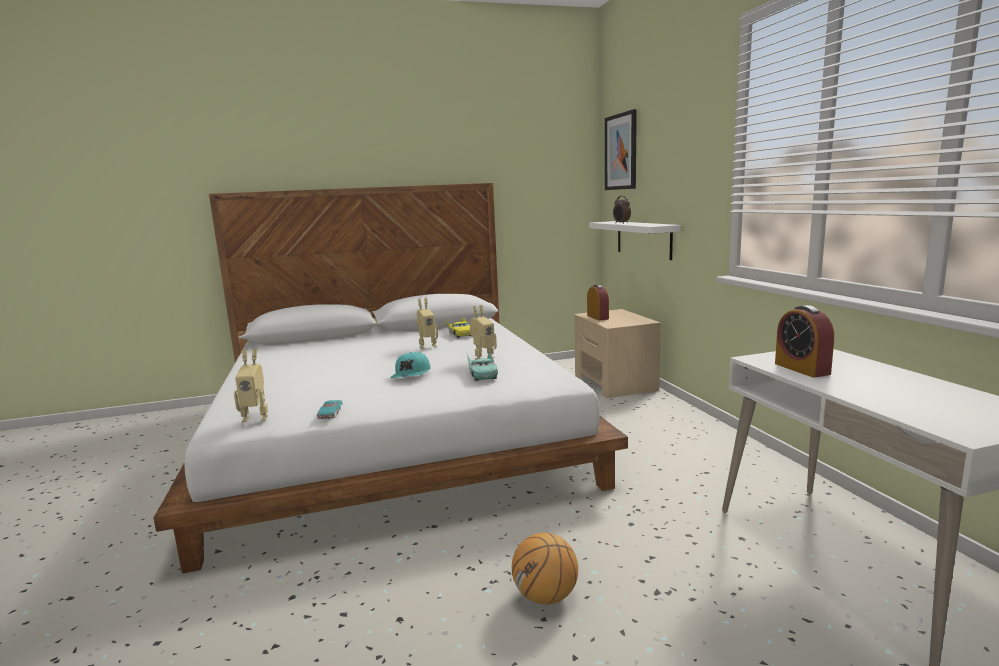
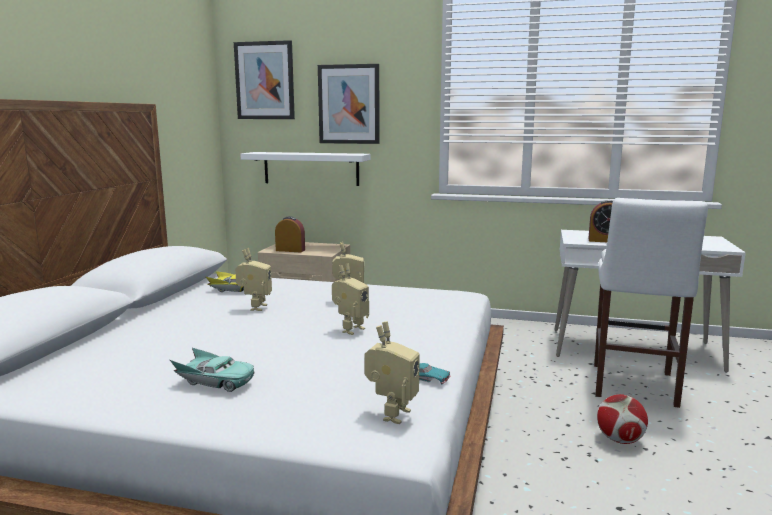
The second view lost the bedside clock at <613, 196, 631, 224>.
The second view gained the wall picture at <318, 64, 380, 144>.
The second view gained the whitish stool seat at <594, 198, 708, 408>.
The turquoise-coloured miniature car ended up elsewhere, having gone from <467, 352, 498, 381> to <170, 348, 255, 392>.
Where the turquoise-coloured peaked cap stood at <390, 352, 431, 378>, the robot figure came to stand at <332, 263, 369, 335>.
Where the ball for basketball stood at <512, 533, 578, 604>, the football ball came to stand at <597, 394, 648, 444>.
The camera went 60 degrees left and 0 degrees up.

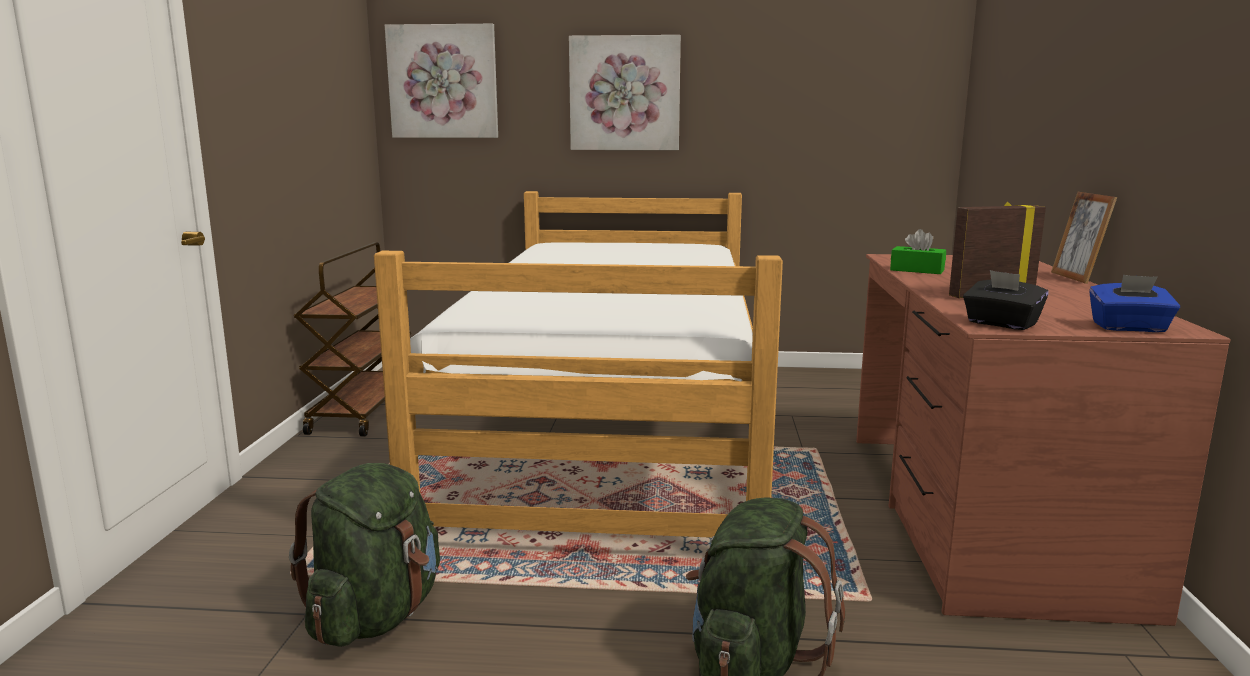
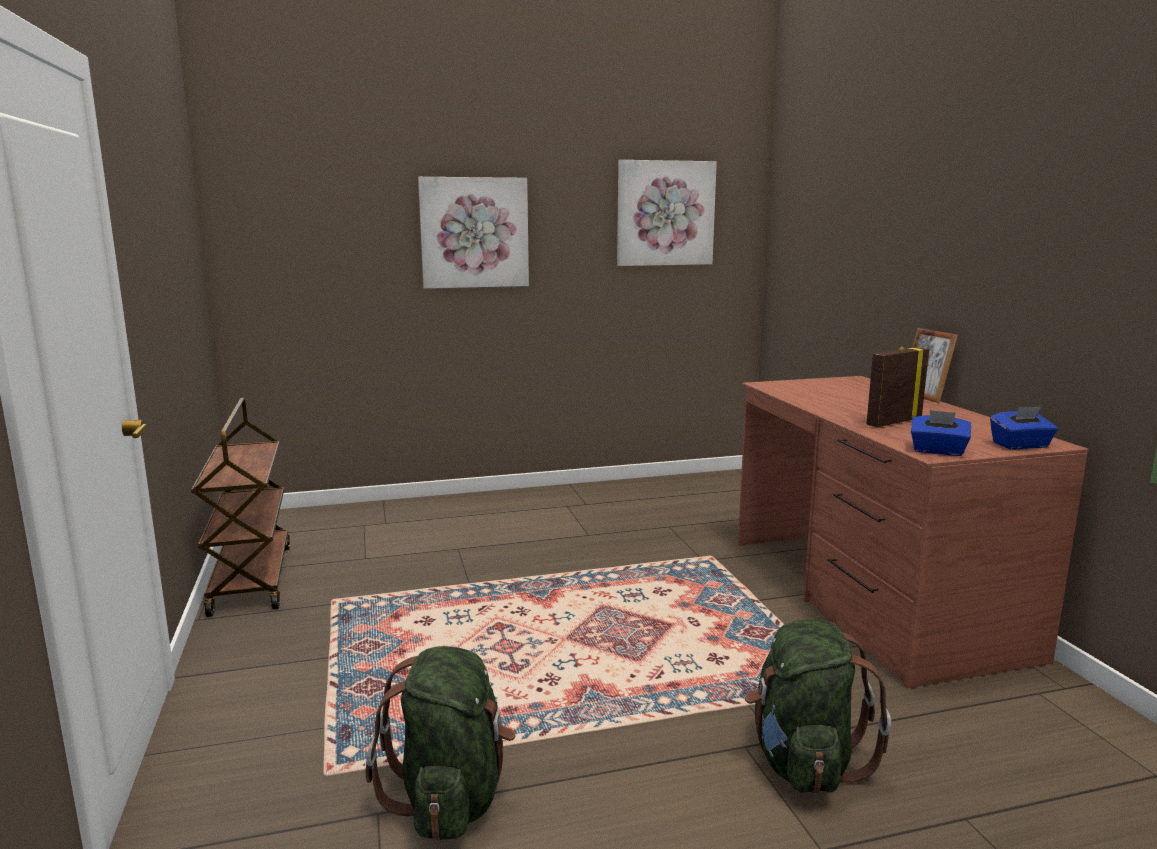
The second view lost the sleeping bed at <374, 191, 783, 538>.
The second view lost the green-coloured tissue box at <890, 229, 946, 274>.
The wall picture ended up elsewhere, having gone from <385, 24, 498, 138> to <617, 160, 717, 266>.
What was the black-coloured tissue box at <963, 270, 1049, 330> turned into the blue tissue box at <911, 410, 971, 456>.
The camera went 20 degrees left and 0 degrees up.

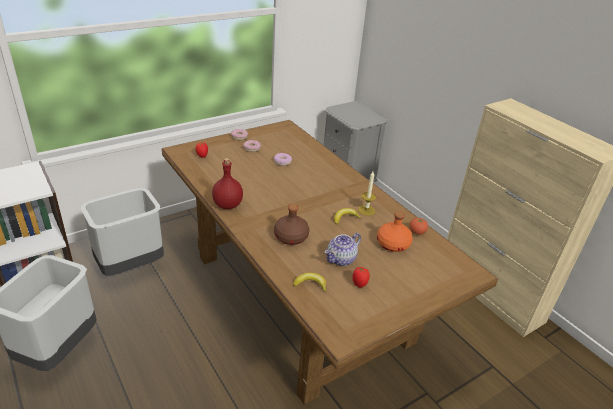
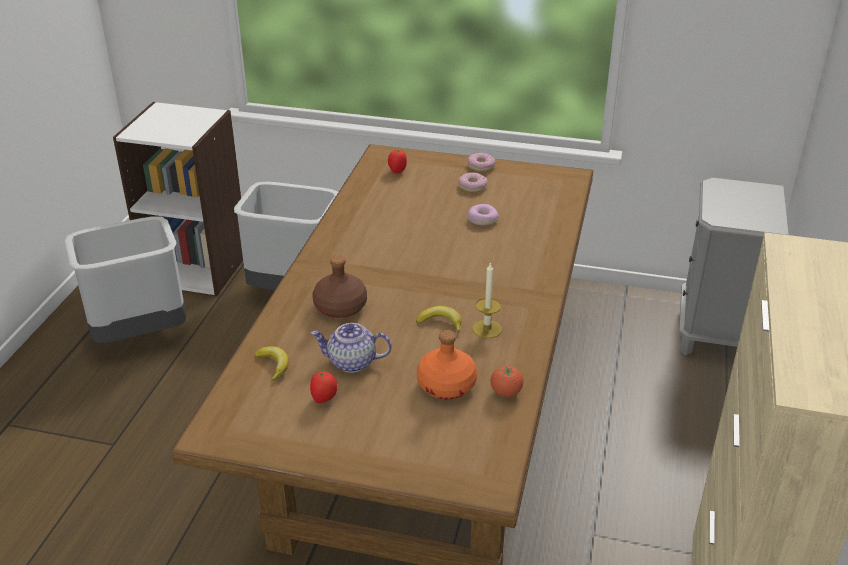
The second view lost the red beverage bottle at <212, 158, 243, 209>.
The camera went 50 degrees right and 0 degrees up.

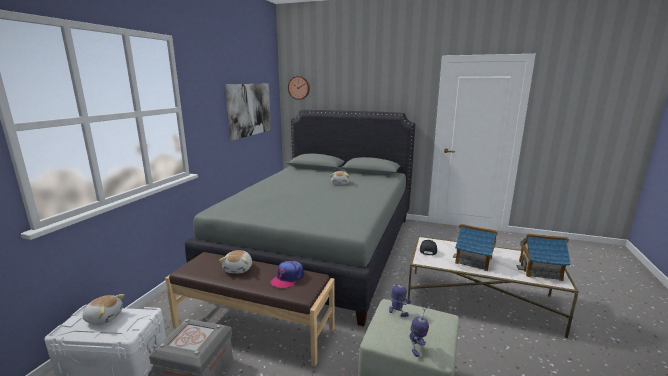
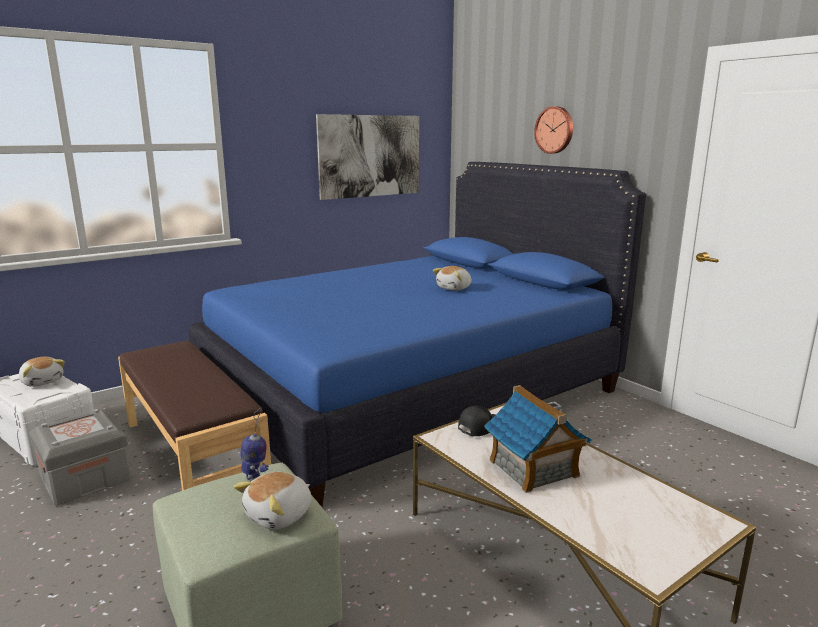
The second view lost the peaked cap at <270, 261, 304, 288>.
The second view lost the robot figure at <410, 303, 430, 357>.
The second view lost the miniature house at <517, 233, 571, 281>.
The plush toy ended up elsewhere, having gone from <219, 250, 252, 273> to <234, 472, 312, 530>.
The clock on the wall ended up elsewhere, having gone from <288, 76, 310, 100> to <534, 106, 573, 154>.
What was the gray sleeping bed at <185, 110, 415, 326> turned into the blue sleeping bed at <189, 162, 646, 507>.
The camera went 35 degrees right and 0 degrees up.

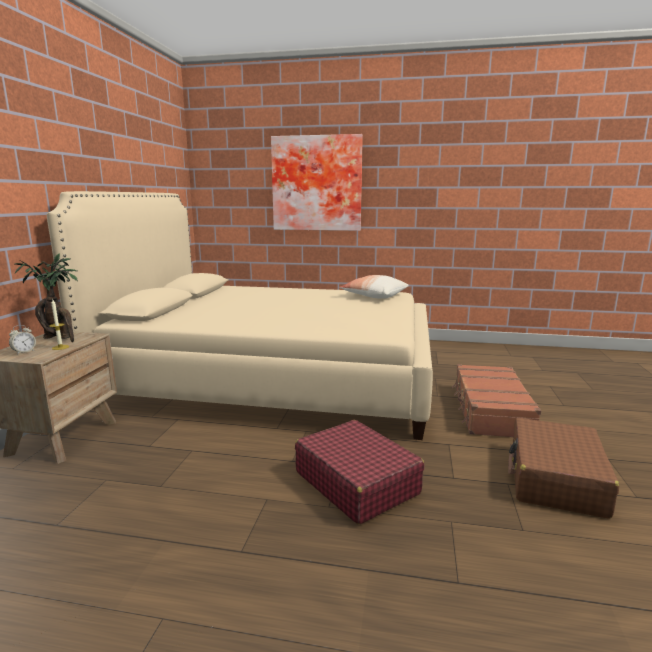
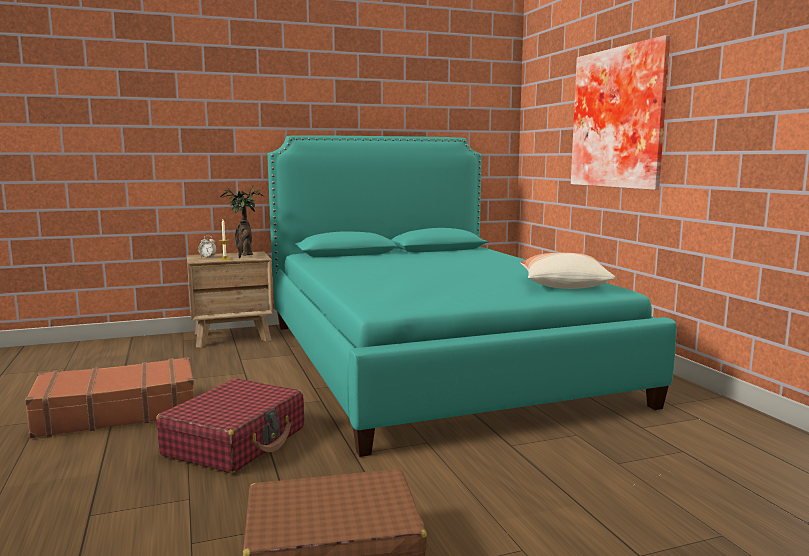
The brownish travel case ended up elsewhere, having gone from <452, 364, 542, 437> to <25, 357, 194, 438>.
What was the sand-coloured sleeping bed at <47, 191, 433, 440> turned into the turquoise-coloured sleeping bed at <267, 135, 677, 457>.
The camera went 60 degrees right and 5 degrees down.

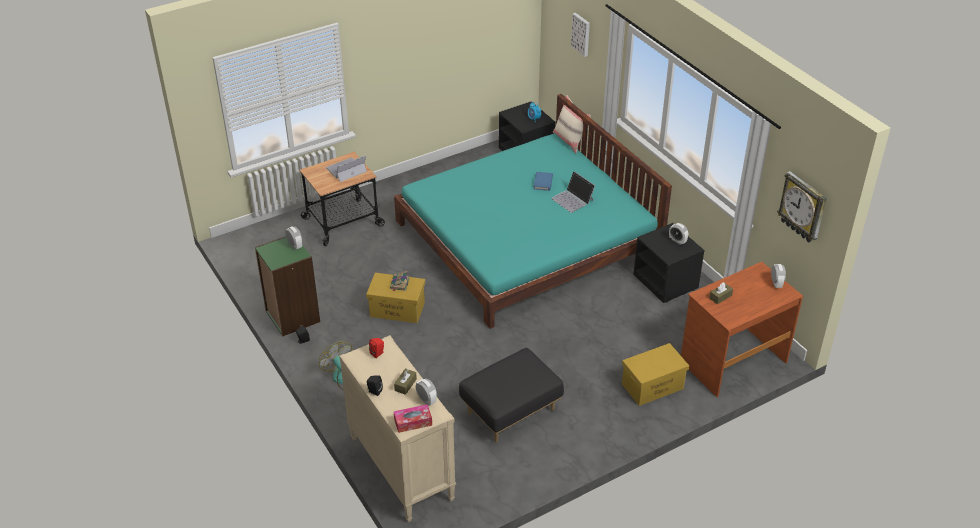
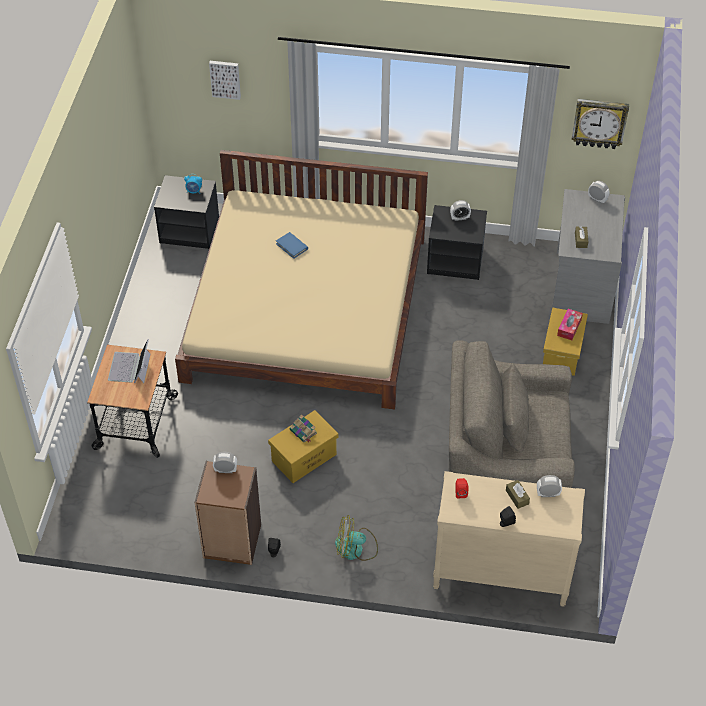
The second view lost the notebook computer at <551, 171, 595, 213>.
The second view lost the sand-coloured throw pillow at <553, 95, 591, 153>.
The tissue box ended up elsewhere, having gone from <394, 404, 432, 433> to <557, 309, 583, 340>.
Where the black-coloured ottoman stood at <459, 348, 564, 443>, the gray lounge chair came to stand at <449, 340, 575, 488>.
What was the green-coloured bookshelf at <255, 236, 320, 337> turned into the brownish bookshelf at <194, 461, 261, 565>.
What was the turquoise-coloured sleeping bed at <394, 94, 672, 329> turned into the sand-coloured sleeping bed at <175, 150, 428, 410>.
What was the brownish desk unit at <681, 262, 803, 397> turned into the gray desk unit at <552, 189, 625, 324>.
The camera went 50 degrees left and 10 degrees up.

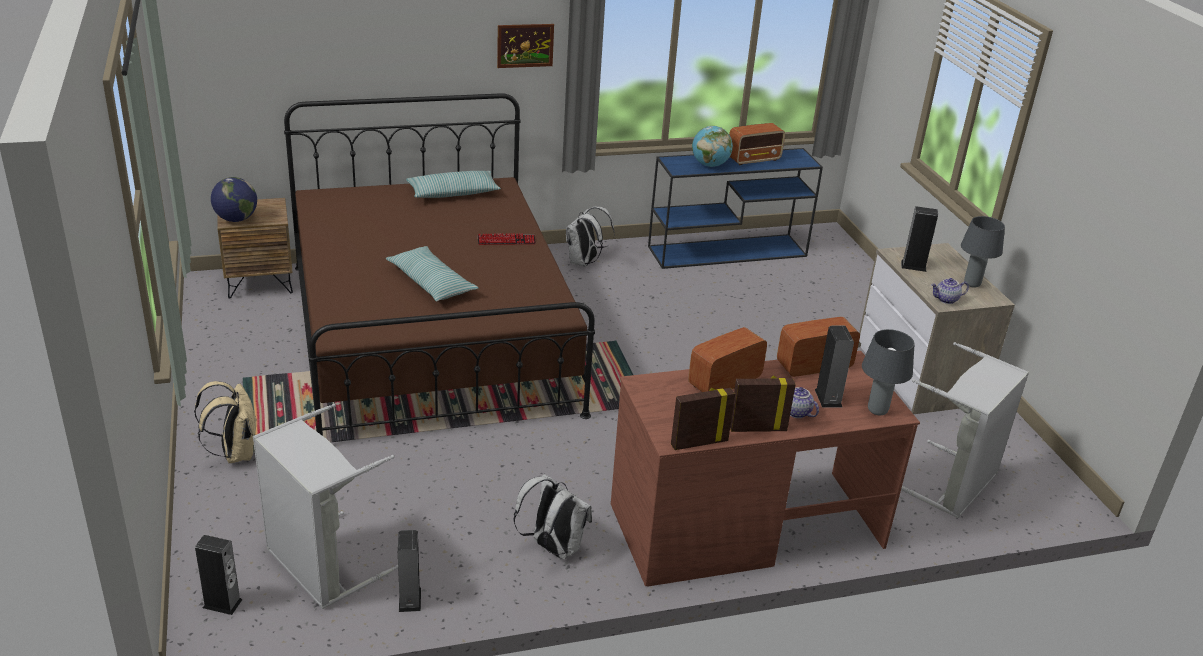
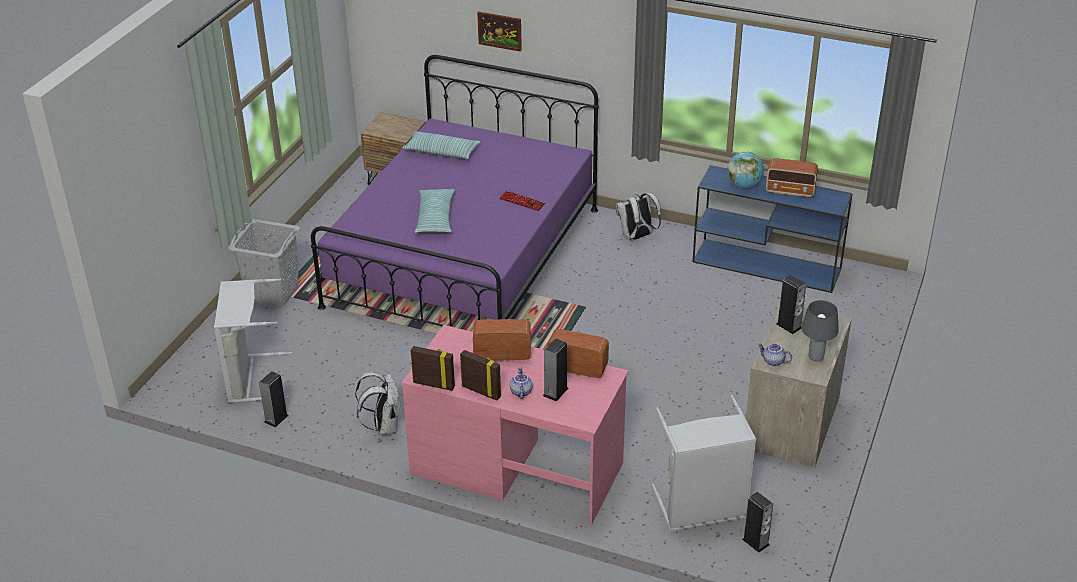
The second view lost the desk globe at <211, 177, 257, 222>.
The second view lost the gray table lamp at <862, 329, 914, 415>.
The loudspeaker ended up elsewhere, having gone from <195, 535, 242, 615> to <742, 492, 773, 552>.
The throw pillow ended up elsewhere, having gone from <406, 171, 501, 198> to <402, 131, 480, 159>.
The wall picture ended up elsewhere, having gone from <497, 24, 554, 68> to <477, 11, 522, 52>.
Where the sand-coloured knapsack stood at <194, 381, 257, 463>, the gray washing basket came to stand at <228, 219, 300, 307>.
What was the brownish sleeping bed at <284, 93, 595, 436> turned into the purplish sleeping bed at <311, 55, 599, 327>.
What was the brownish desk unit at <611, 351, 920, 587> turned into the pink desk unit at <402, 325, 629, 525>.
The camera went 40 degrees right and 5 degrees up.

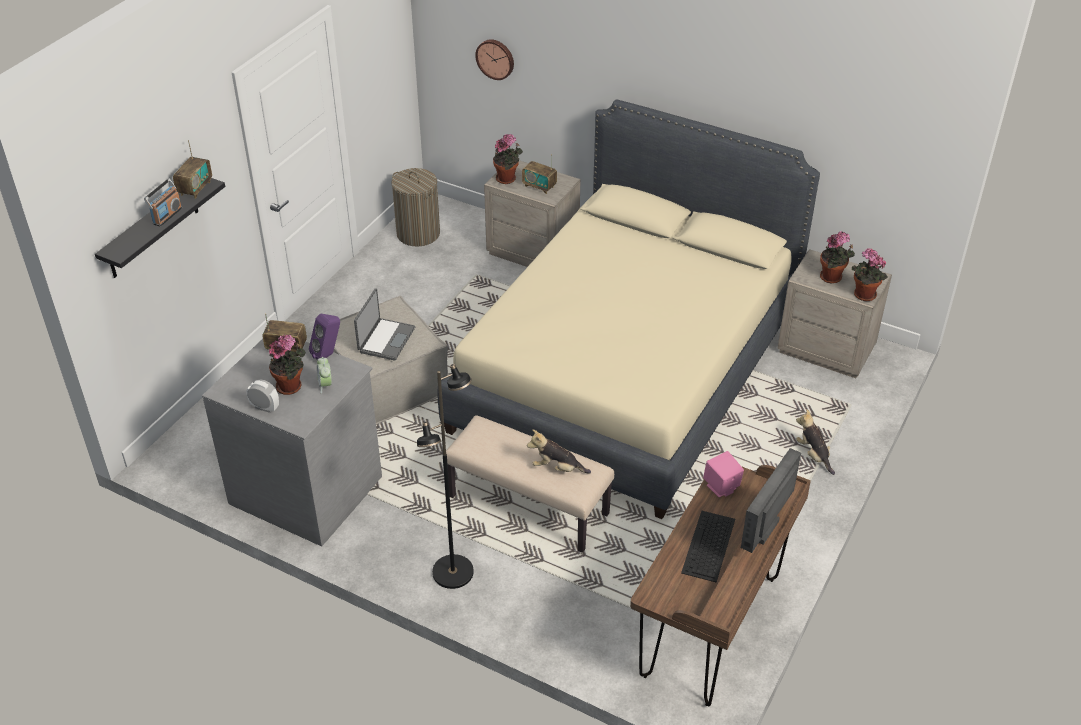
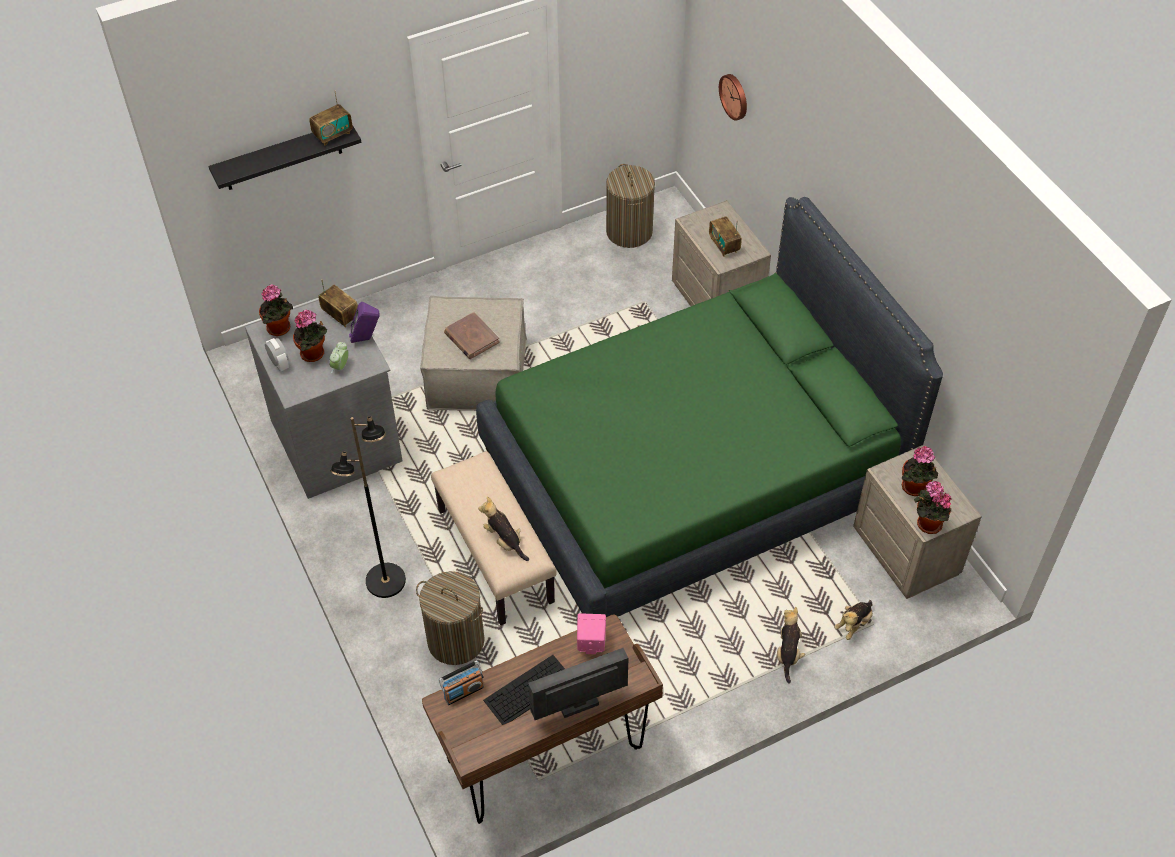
The second view gained the washing basket at <416, 571, 485, 665>.
The second view gained the plush toy at <834, 600, 873, 640>.
The radio ended up elsewhere, having gone from <144, 179, 182, 227> to <439, 660, 484, 705>.
The houseplant ended up elsewhere, having gone from <493, 134, 523, 184> to <259, 284, 293, 336>.
Where the notebook computer stood at <354, 288, 415, 361>, the brownish bound book came to stand at <444, 312, 499, 359>.
What was the sand-coloured sleeping bed at <438, 99, 820, 519> turned into the green-coloured sleeping bed at <476, 197, 943, 617>.
The camera went 35 degrees right and 10 degrees up.

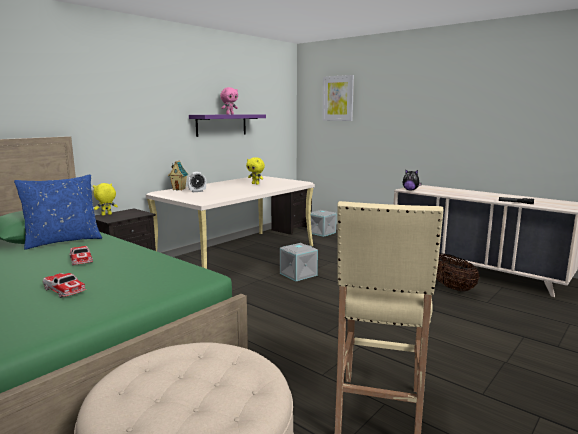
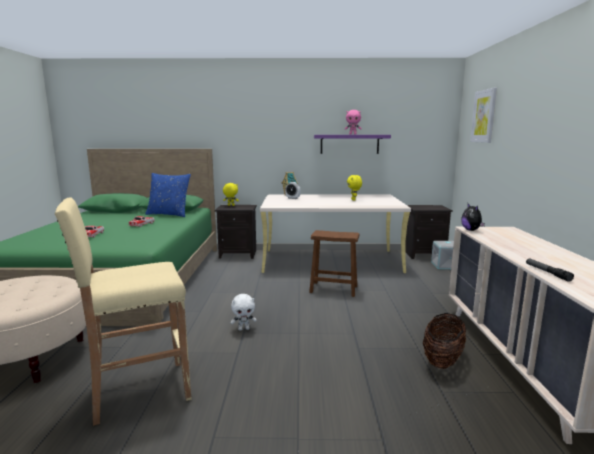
The second view gained the whitish plush toy at <231, 294, 257, 331>.
Where the gray storage box stood at <280, 243, 318, 281>, the brownish stool seat came to stand at <309, 230, 359, 297>.
The camera went 50 degrees right and 0 degrees up.

